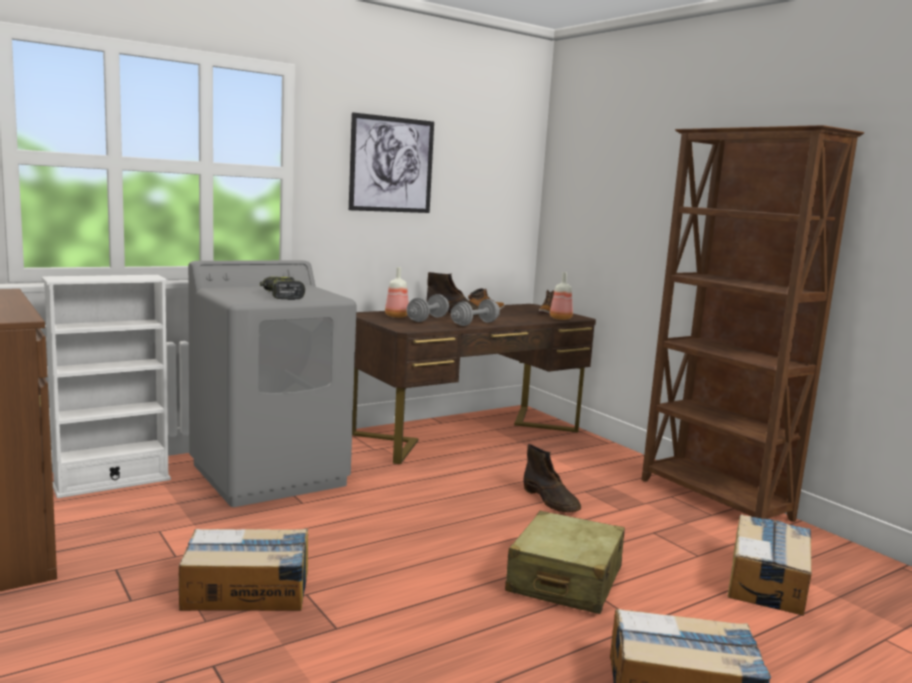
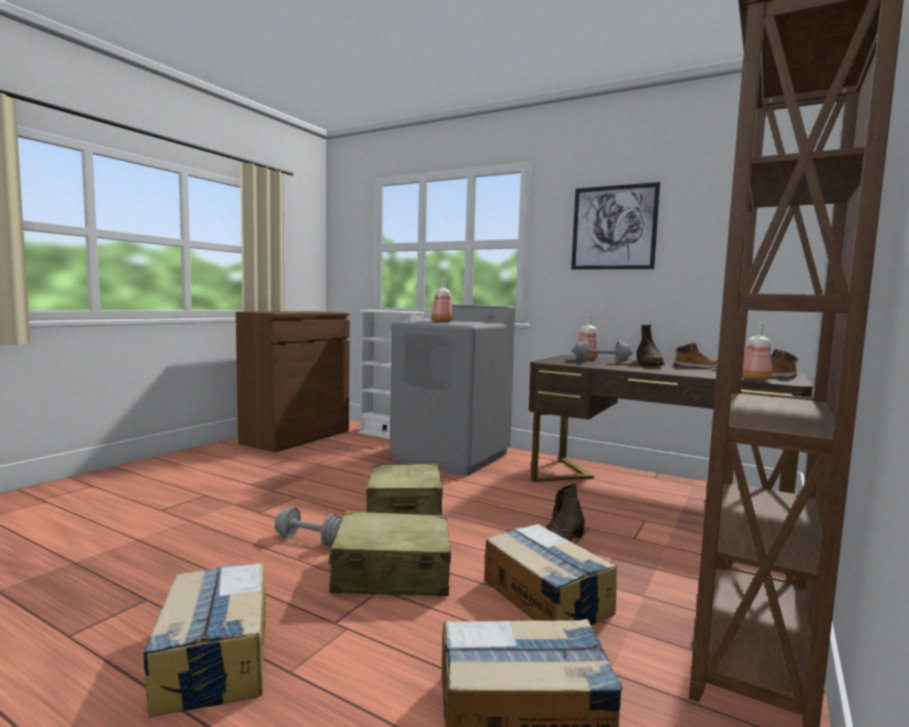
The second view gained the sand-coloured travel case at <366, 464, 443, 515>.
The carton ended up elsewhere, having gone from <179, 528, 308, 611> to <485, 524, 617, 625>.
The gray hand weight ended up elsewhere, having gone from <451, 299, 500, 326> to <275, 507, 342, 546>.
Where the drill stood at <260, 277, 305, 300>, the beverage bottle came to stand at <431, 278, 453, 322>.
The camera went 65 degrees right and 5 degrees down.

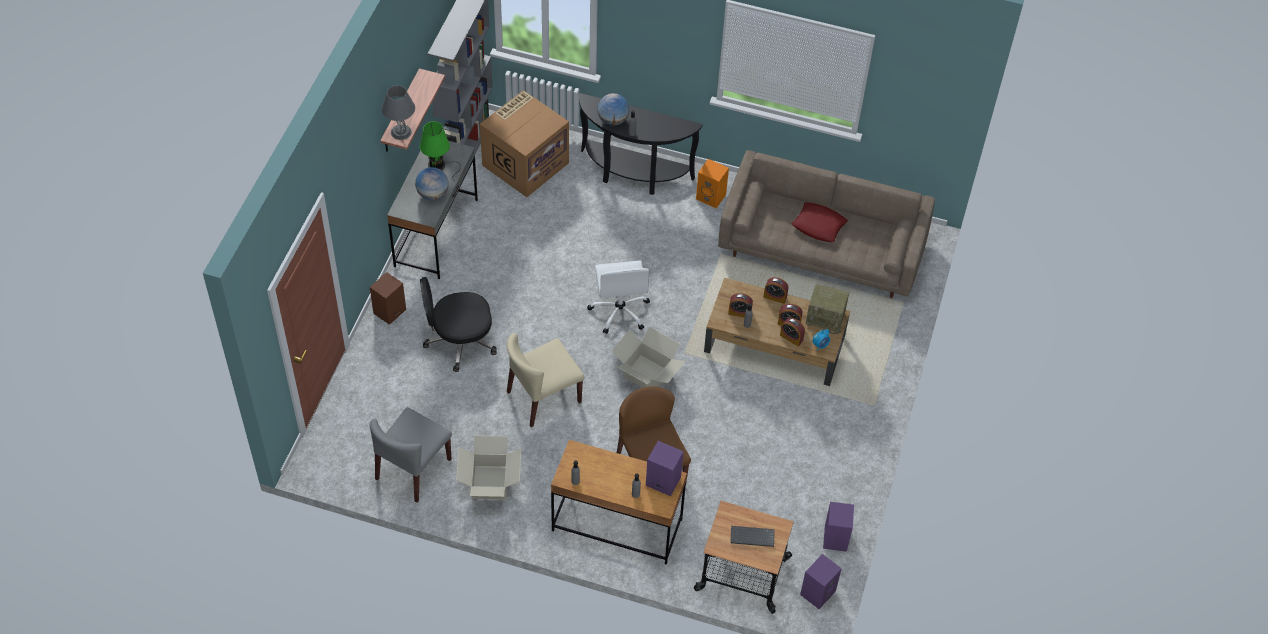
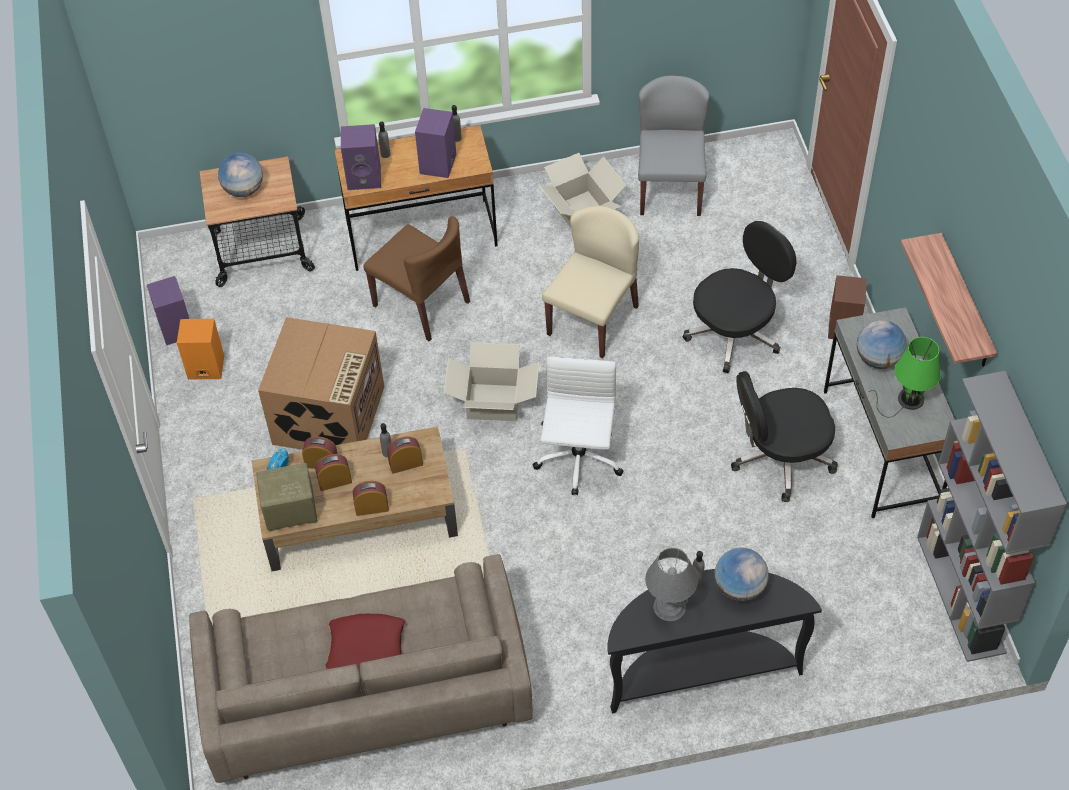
The second view gained the black-coloured office chair at <731, 371, 838, 502>.
The gray table lamp ended up elsewhere, having gone from <382, 85, 415, 140> to <645, 548, 698, 621>.
The carton ended up elsewhere, having gone from <480, 90, 569, 197> to <258, 317, 384, 450>.
The orange-coloured loudspeaker ended up elsewhere, having gone from <696, 159, 729, 208> to <177, 319, 224, 380>.
The purplish loudspeaker ended up elsewhere, having gone from <800, 554, 842, 609> to <415, 108, 456, 178>.
Where the keyboard stood at <730, 526, 775, 547>, the desk globe came to stand at <218, 153, 263, 197>.
The whitish office chair at <587, 260, 650, 334> ended up facing another way, 45 degrees clockwise from before.
The camera went 155 degrees right and 0 degrees up.

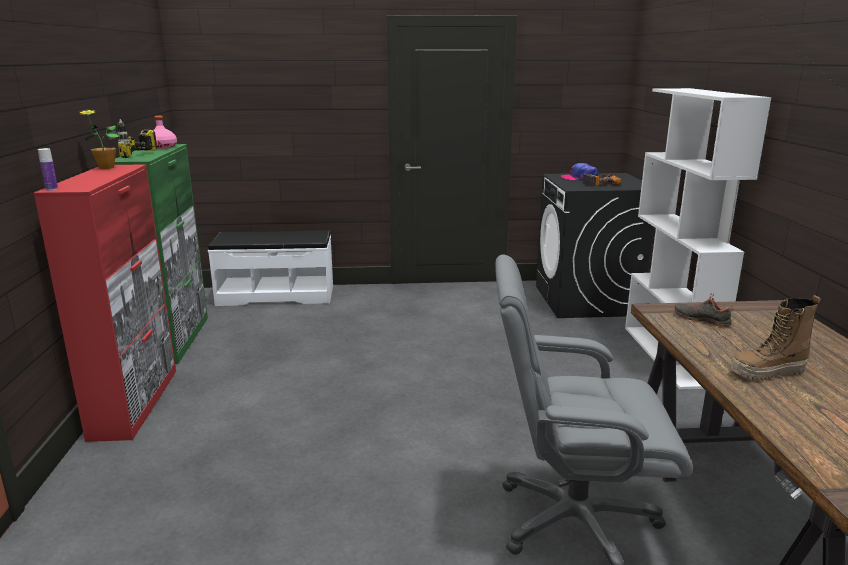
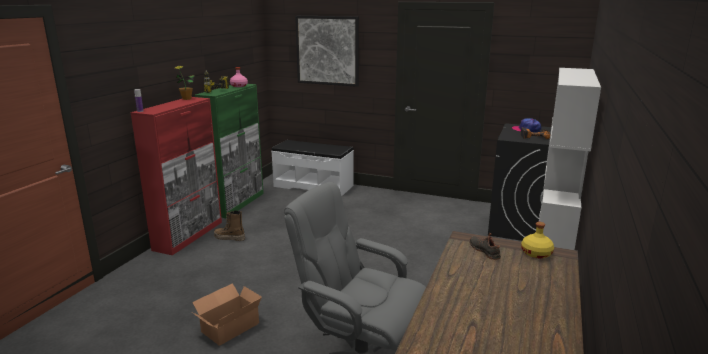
The second view gained the carton at <192, 283, 262, 346>.
The second view gained the wall picture at <295, 16, 359, 87>.
The second view gained the yellowish beverage bottle at <521, 222, 554, 258>.
The tall boot ended up elsewhere, having gone from <730, 295, 821, 381> to <214, 210, 245, 241>.
The camera went 25 degrees right and 0 degrees up.

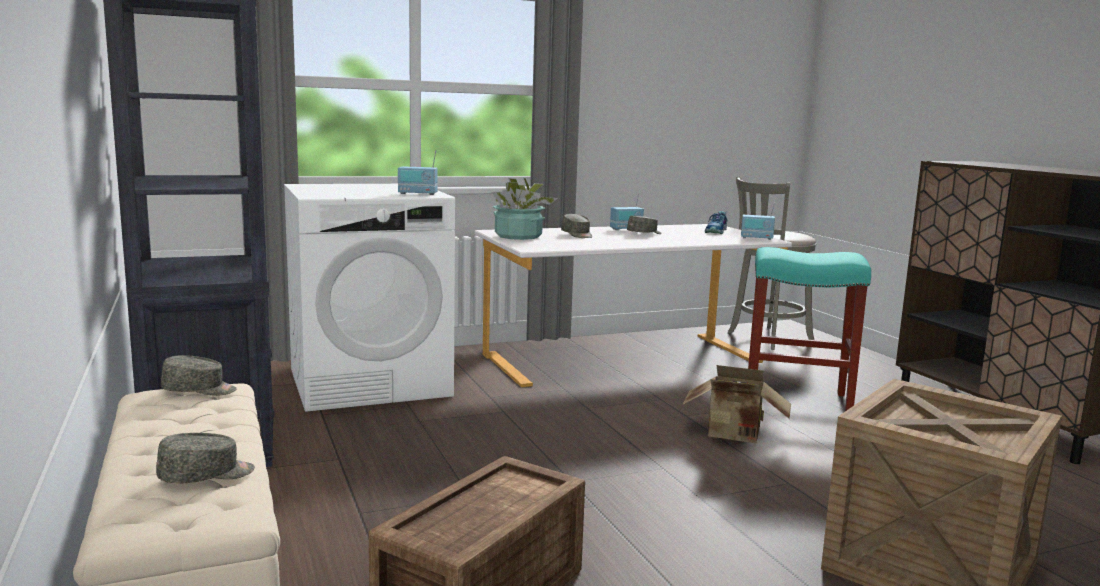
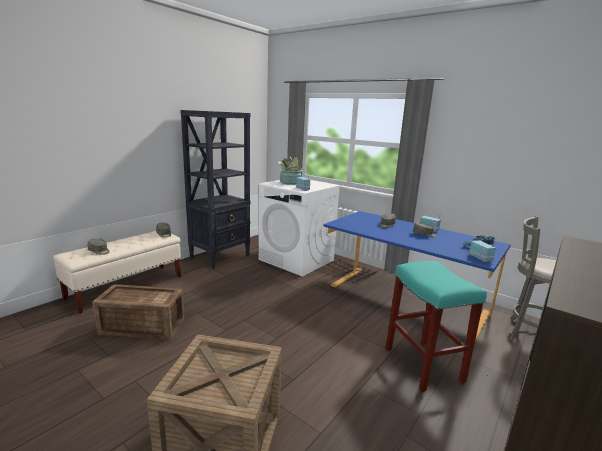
The second view lost the carton at <683, 365, 791, 443>.
The houseplant ended up elsewhere, having gone from <491, 178, 558, 240> to <278, 157, 303, 185>.
What was the whitish desk unit at <474, 224, 792, 387> turned into the blue desk unit at <323, 211, 511, 341>.
The camera went 60 degrees right and 5 degrees up.

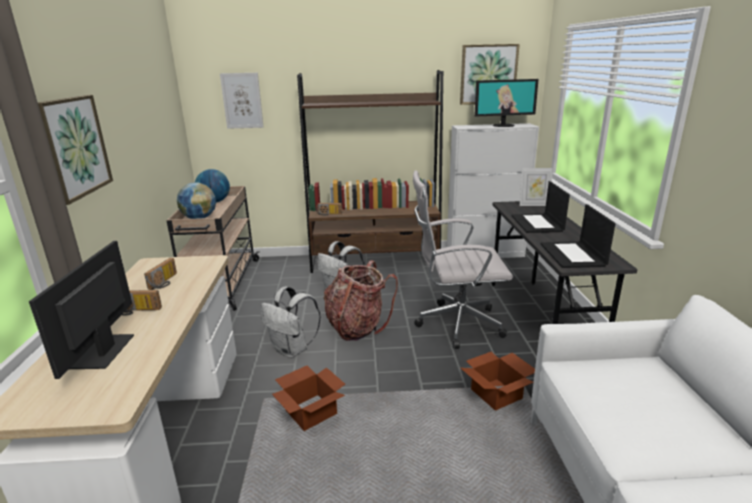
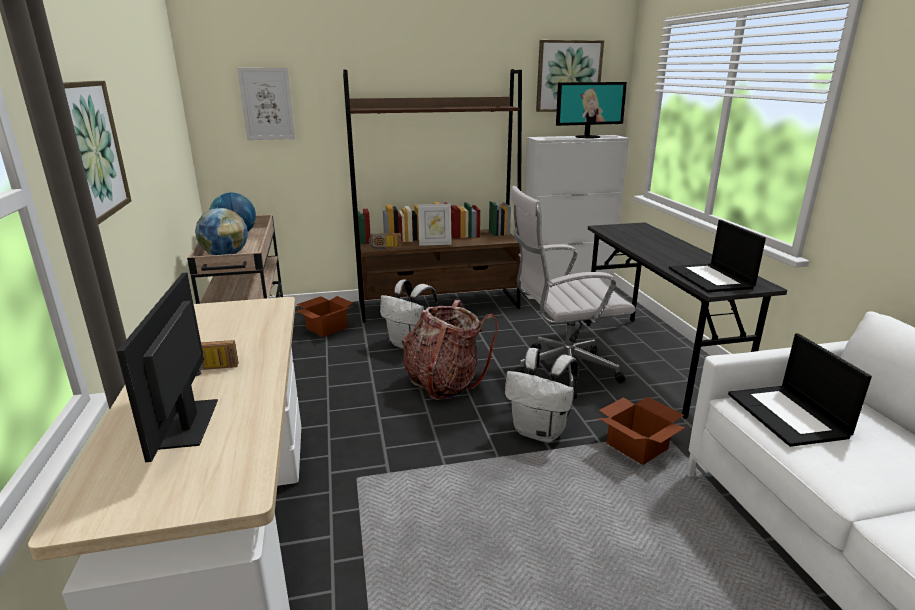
The second view lost the radio at <144, 258, 177, 290>.
The whitish knapsack ended up elsewhere, having gone from <261, 287, 321, 358> to <505, 348, 579, 443>.
The carton ended up elsewhere, having gone from <272, 366, 345, 431> to <296, 296, 354, 337>.
The notebook computer ended up elsewhere, having gone from <511, 181, 570, 233> to <728, 333, 872, 447>.
The photo frame ended up elsewhere, having gone from <520, 168, 553, 206> to <418, 204, 452, 246>.
The camera went 10 degrees left and 0 degrees up.

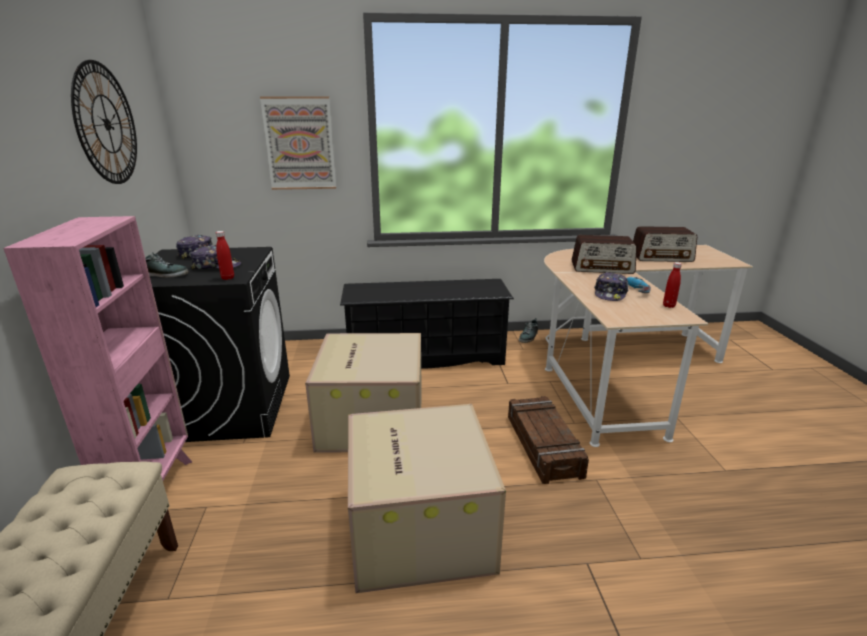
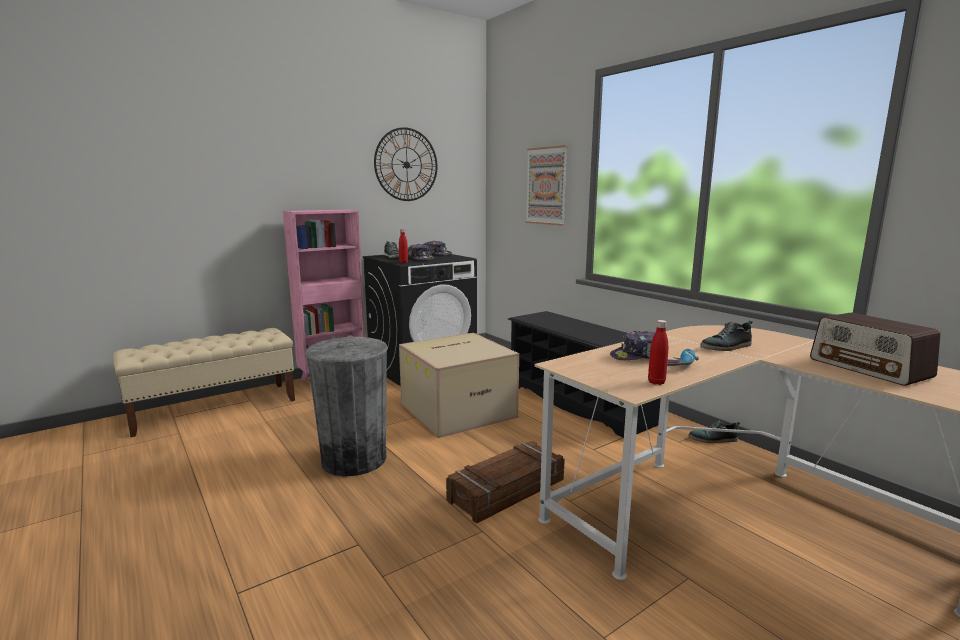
Where the carton stood at <348, 404, 506, 593>, the gray rubbish bin came to stand at <305, 337, 388, 476>.
Where the radio stood at <571, 235, 637, 274>, the low shoe came to stand at <700, 321, 753, 351>.
The camera went 60 degrees right and 10 degrees down.

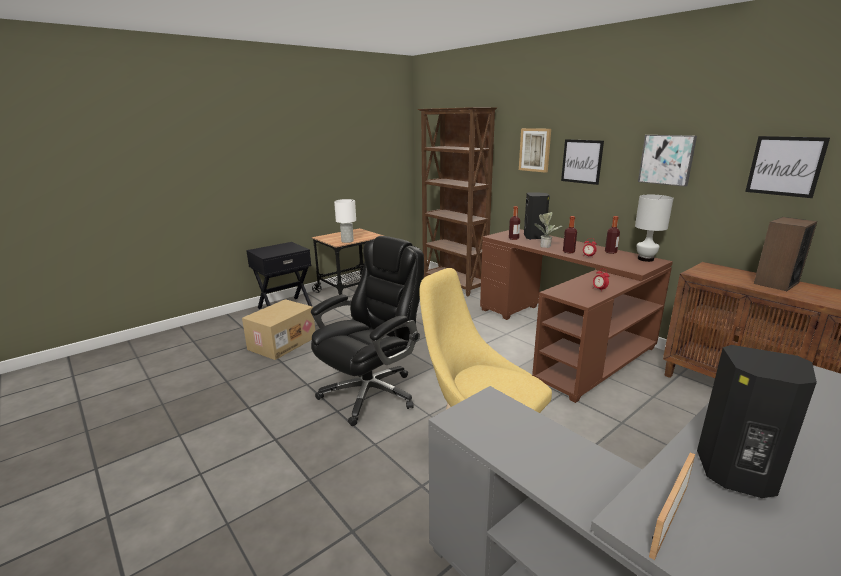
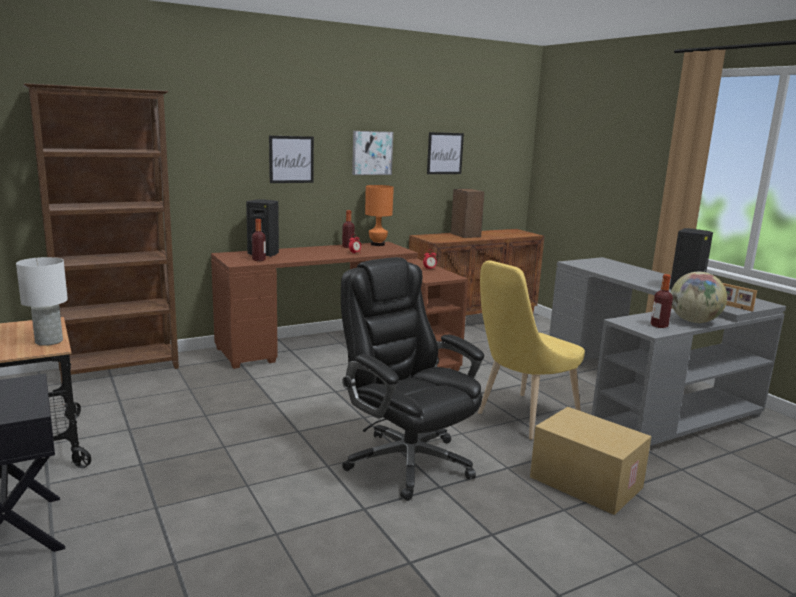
The second view lost the wall picture at <519, 128, 551, 173>.
The second view lost the houseplant at <534, 212, 562, 248>.
The second view gained the desk globe at <671, 272, 727, 323>.
The carton ended up elsewhere, having gone from <242, 299, 315, 360> to <530, 407, 651, 515>.
The beverage bottle ended up elsewhere, having gone from <563, 216, 577, 253> to <651, 274, 673, 328>.
What was the whitish table lamp at <635, 195, 674, 262> turned into the orange-coloured table lamp at <365, 185, 394, 246>.
The camera went 80 degrees left and 5 degrees down.

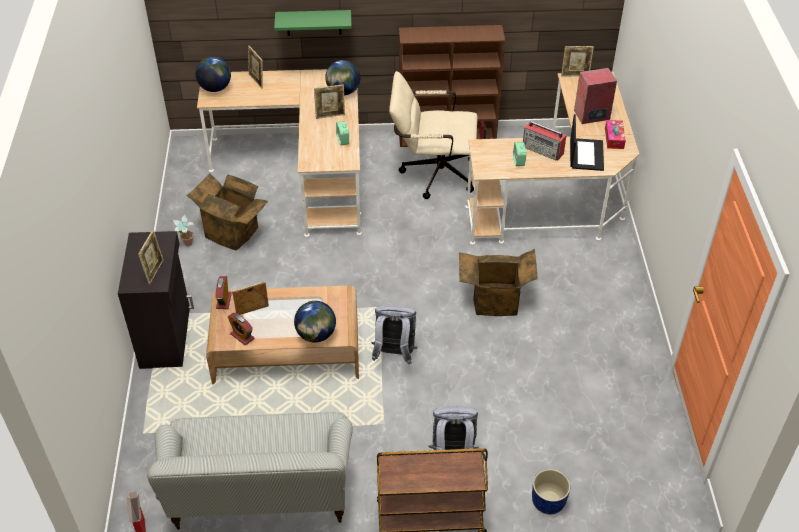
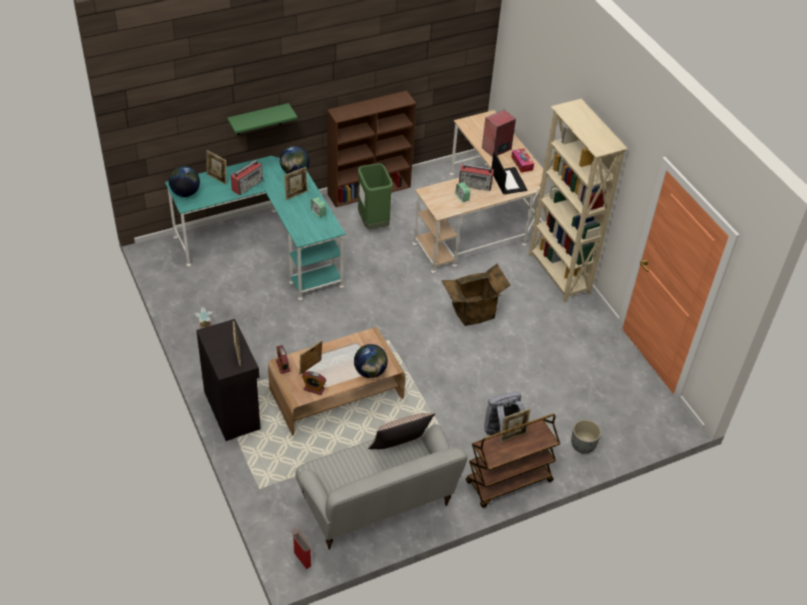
The second view lost the carton at <186, 173, 268, 250>.
The second view lost the gray knapsack at <371, 306, 417, 364>.
The second view gained the radio at <231, 160, 263, 195>.
The second view gained the throw pillow at <368, 413, 435, 449>.
The second view gained the sand-coloured bookshelf at <528, 99, 628, 302>.
The photo frame ended up elsewhere, having gone from <561, 46, 594, 77> to <500, 409, 530, 442>.
Where the sand-coloured office chair stood at <389, 71, 477, 199>, the green-coloured rubbish bin came to stand at <358, 163, 393, 229>.
What was the sand-coloured desk unit at <197, 69, 362, 237> turned into the turquoise-coloured desk unit at <165, 156, 346, 300>.
What was the blue plant pot at <532, 469, 570, 514> turned into the gray plant pot at <571, 420, 601, 454>.
The camera went 25 degrees left and 0 degrees up.

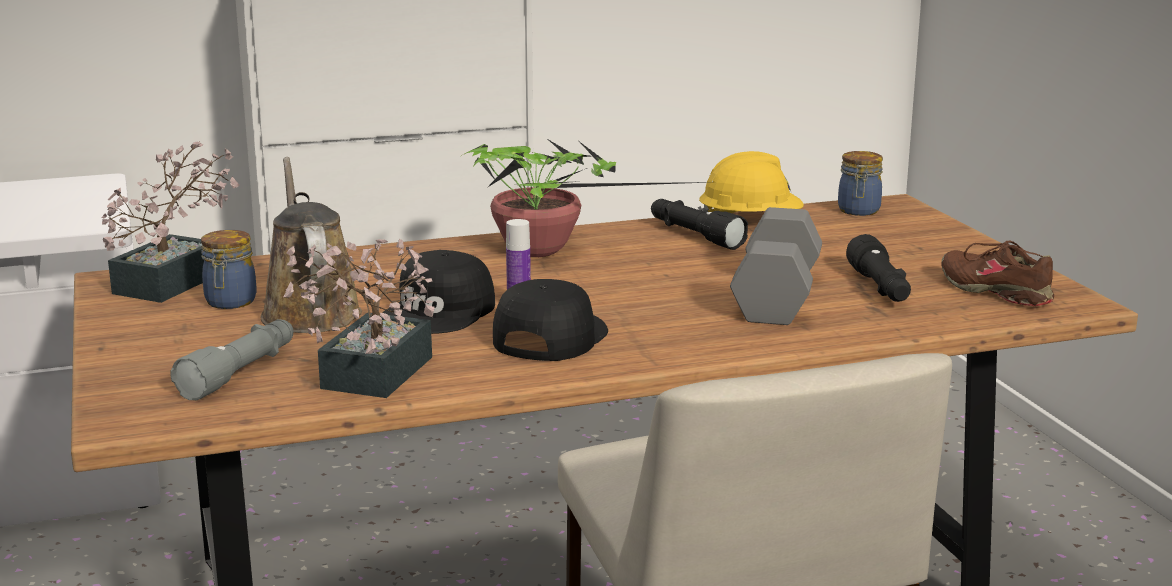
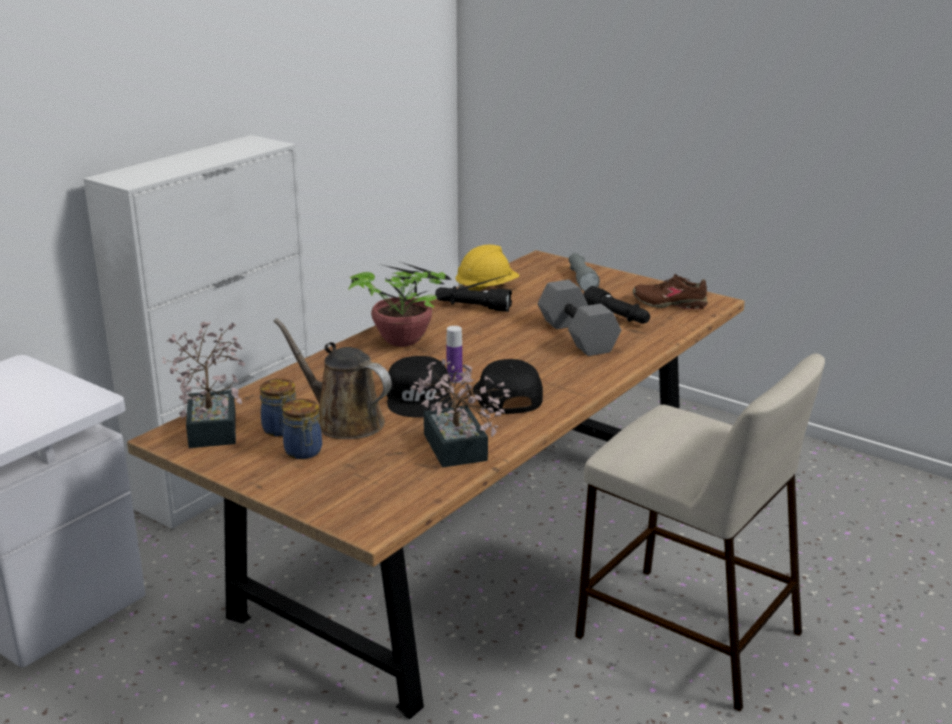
The gray hand torch ended up elsewhere, having gone from <170, 319, 293, 400> to <569, 253, 600, 291>.
The storage jar ended up elsewhere, having gone from <838, 151, 883, 216> to <282, 399, 322, 459>.
The camera went 35 degrees left and 5 degrees up.

